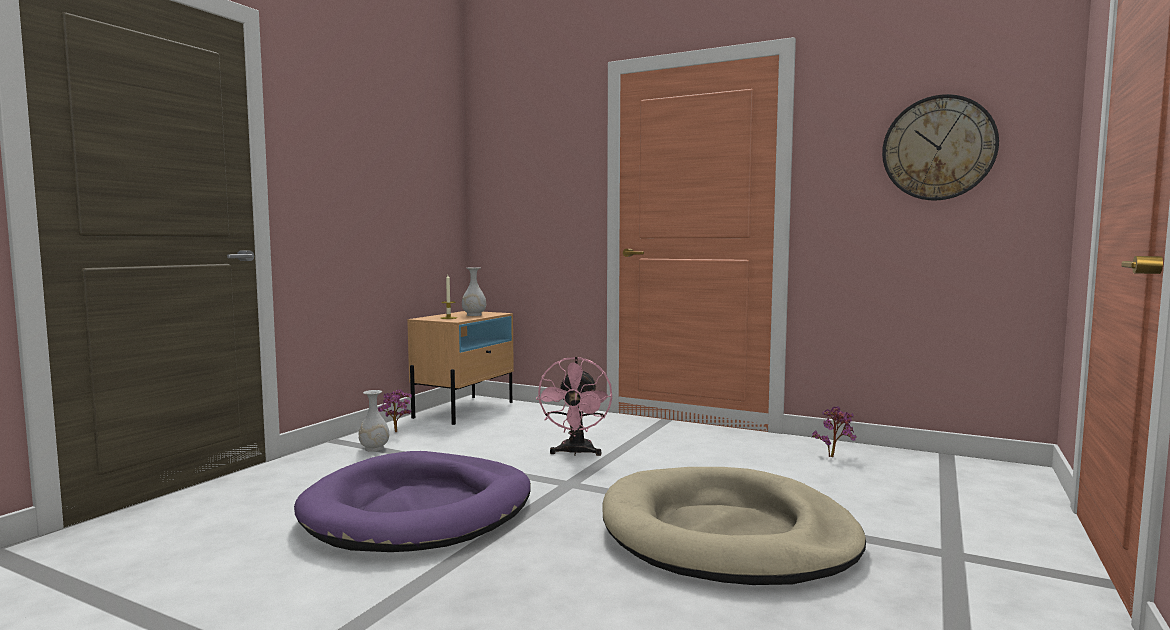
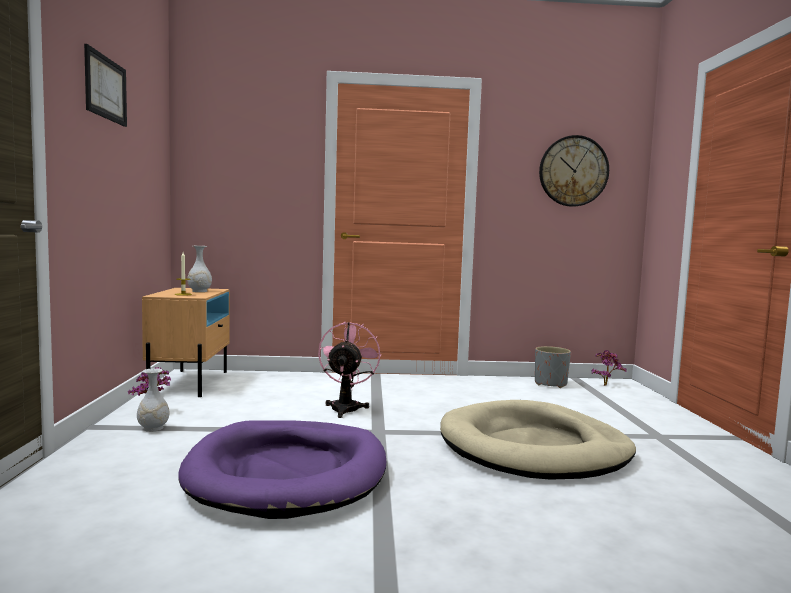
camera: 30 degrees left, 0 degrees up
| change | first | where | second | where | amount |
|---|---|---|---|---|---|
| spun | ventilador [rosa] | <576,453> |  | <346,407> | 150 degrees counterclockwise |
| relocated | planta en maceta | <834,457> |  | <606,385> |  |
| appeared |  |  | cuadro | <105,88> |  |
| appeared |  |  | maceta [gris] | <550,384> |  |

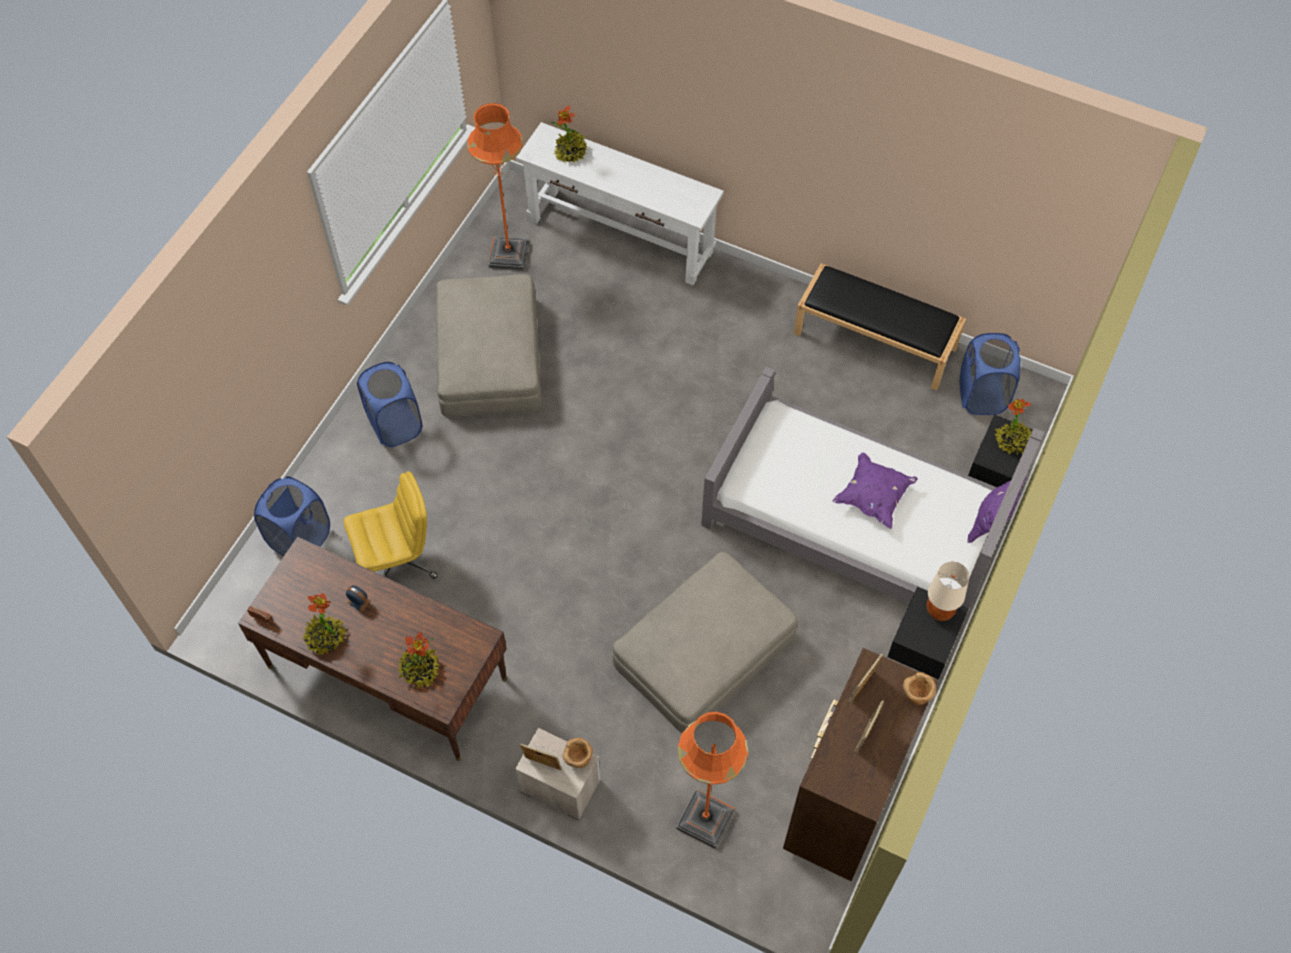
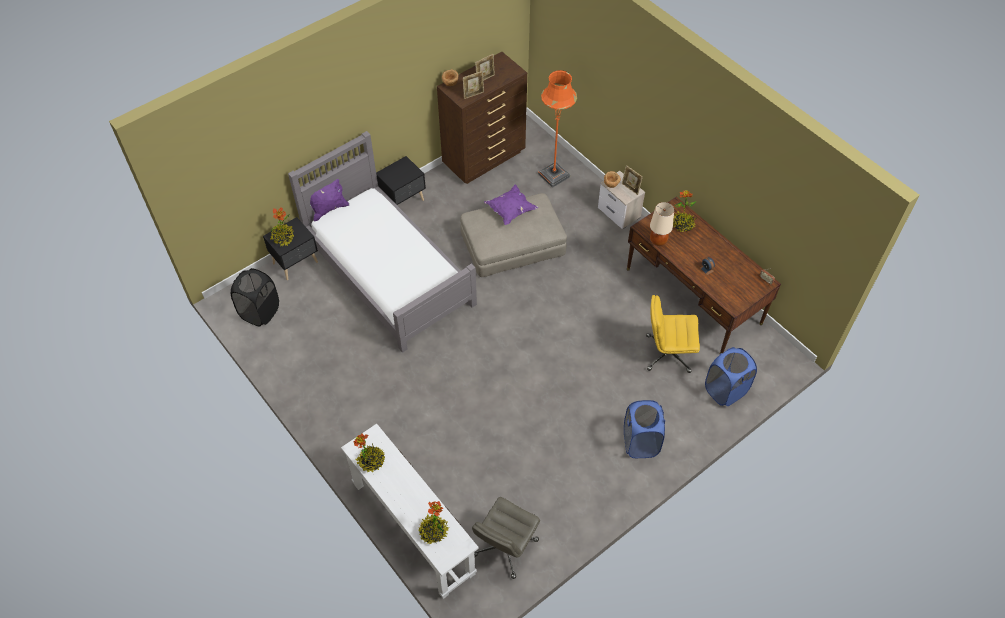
camera: 155 degrees left, 5 degrees down
| change | first | where | second | where | amount |
|---|---|---|---|---|---|
| exchanged | lámpara de pie [naranja] | <509,255> | silla de oficina [gris] | <505,548> |  |
| missing | banco [negro] | <876,340> |  |  |  |
| missing | puf [beis] | <489,356> |  |  |  |
| colour | cesto de la ropa [azul] | <982,395> | cesto de la ropa [negro] | <260,312> |  |
| relocated | cojín [morado] | <873,497> |  | <510,210> |  |
| relocated | lámpara de mesa [beis] | <940,611> |  | <658,241> |  |
| relocated | planta en maceta | <325,638> |  | <371,461> |  |

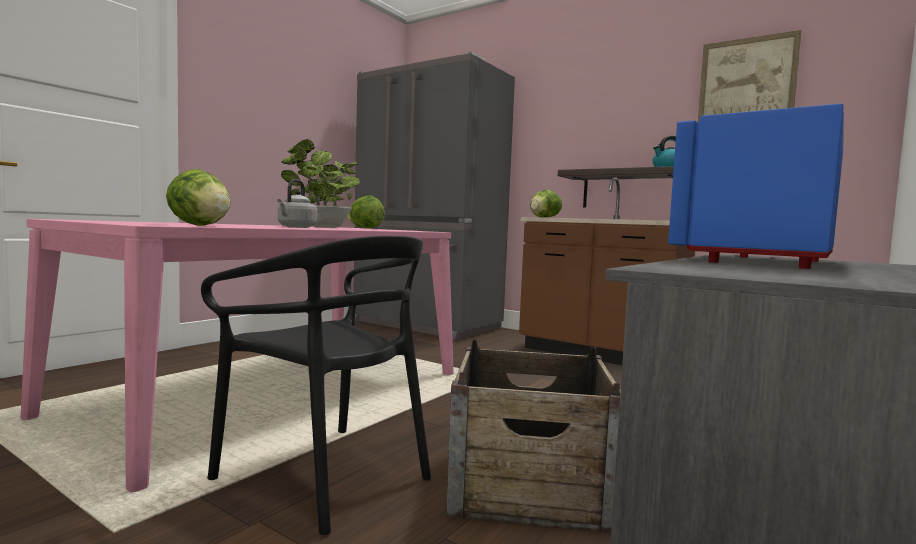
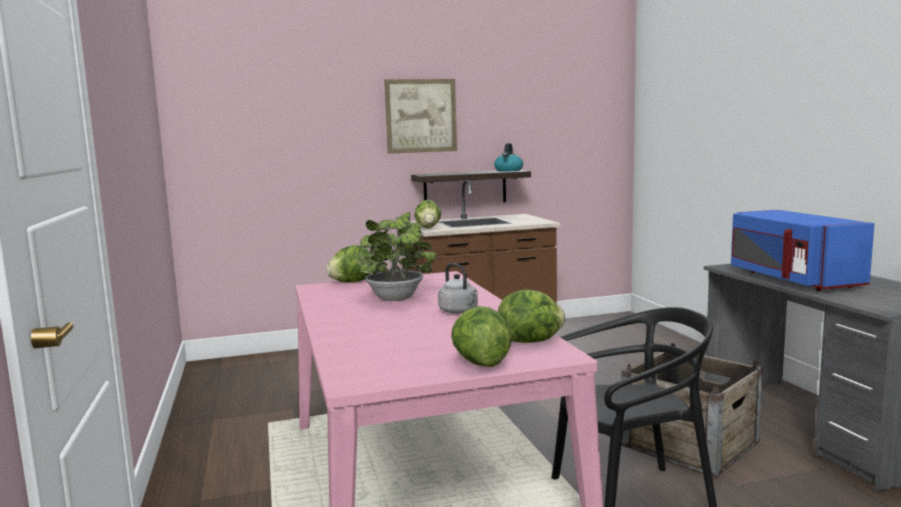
camera: 50 degrees left, 5 degrees up
| change | first | where | second | where | amount |
|---|---|---|---|---|---|
| relocated | cuadro | <746,82> |  | <421,116> |  |
| missing | nevera [gris] | <424,325> |  |  |  |
| appeared |  |  | lechuga | <479,362> |  |

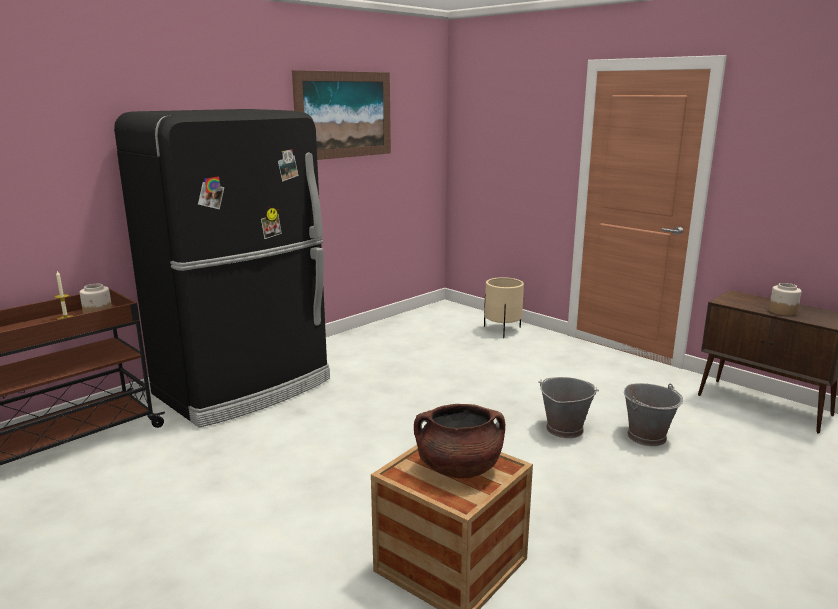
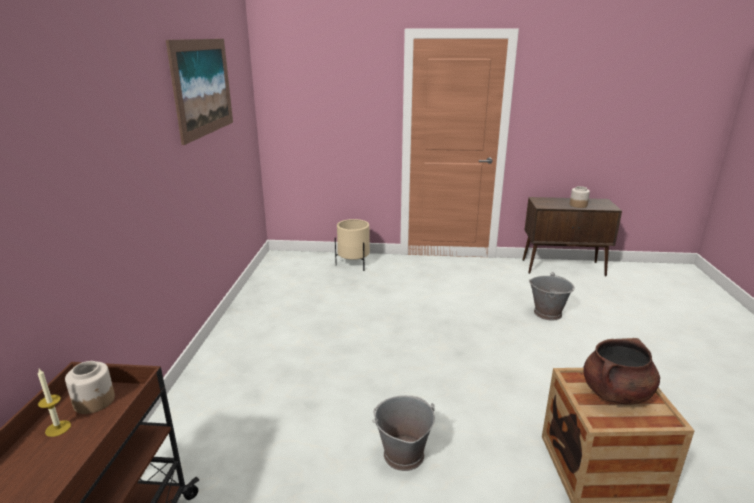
camera: 40 degrees left, 5 degrees up
| change | first | where | second | where | amount |
|---|---|---|---|---|---|
| missing | nevera [negro] | <245,387> |  |  |  |
| relocated | cubo [gris] | <564,429> |  | <403,455> |  |

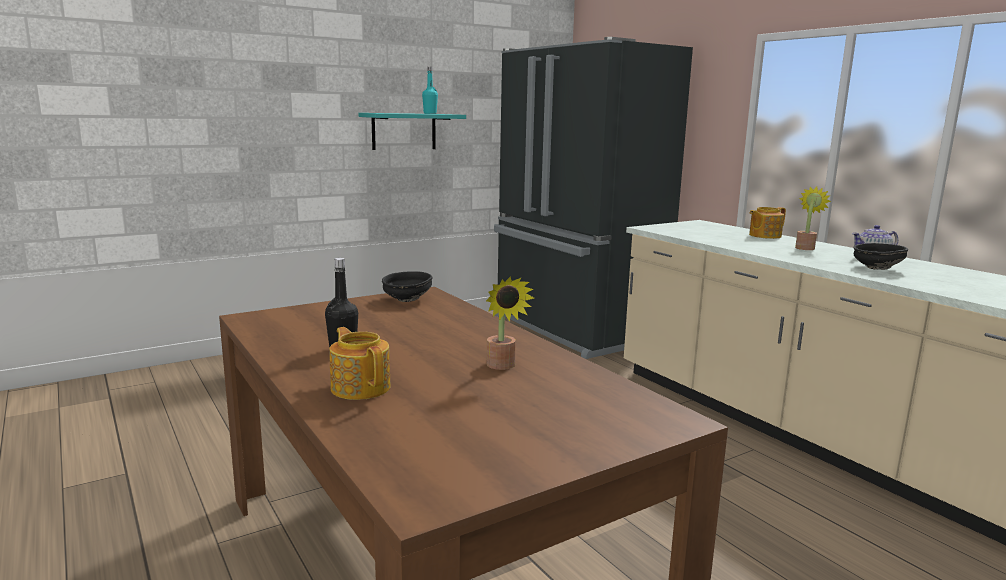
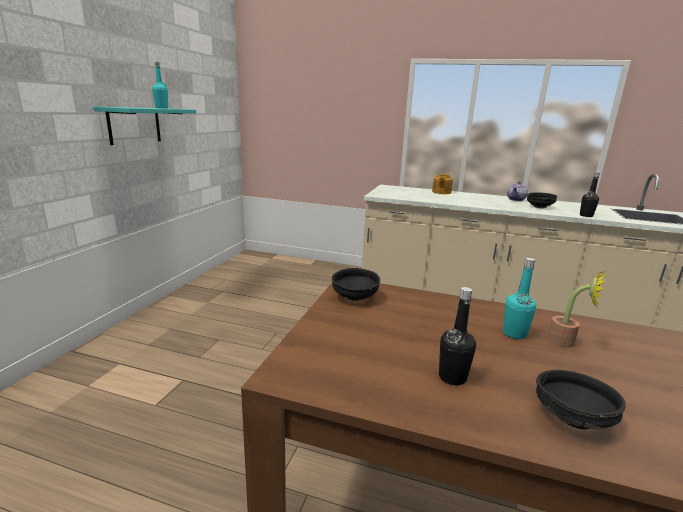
camera: 40 degrees left, 5 degrees up
| change | first | where | second | where | amount |
|---|---|---|---|---|---|
| missing | nevera [negro] | <574,329> |  |  |  |
| missing | planta en maceta | <805,247> |  |  |  |
| exchanged | tetera | <361,387> | cuenco [negro] | <571,417> |  |
| appeared |  |  | botella [negro] | <586,215> |  |
| appeared |  |  | botella [turquesa] | <514,333> |  |

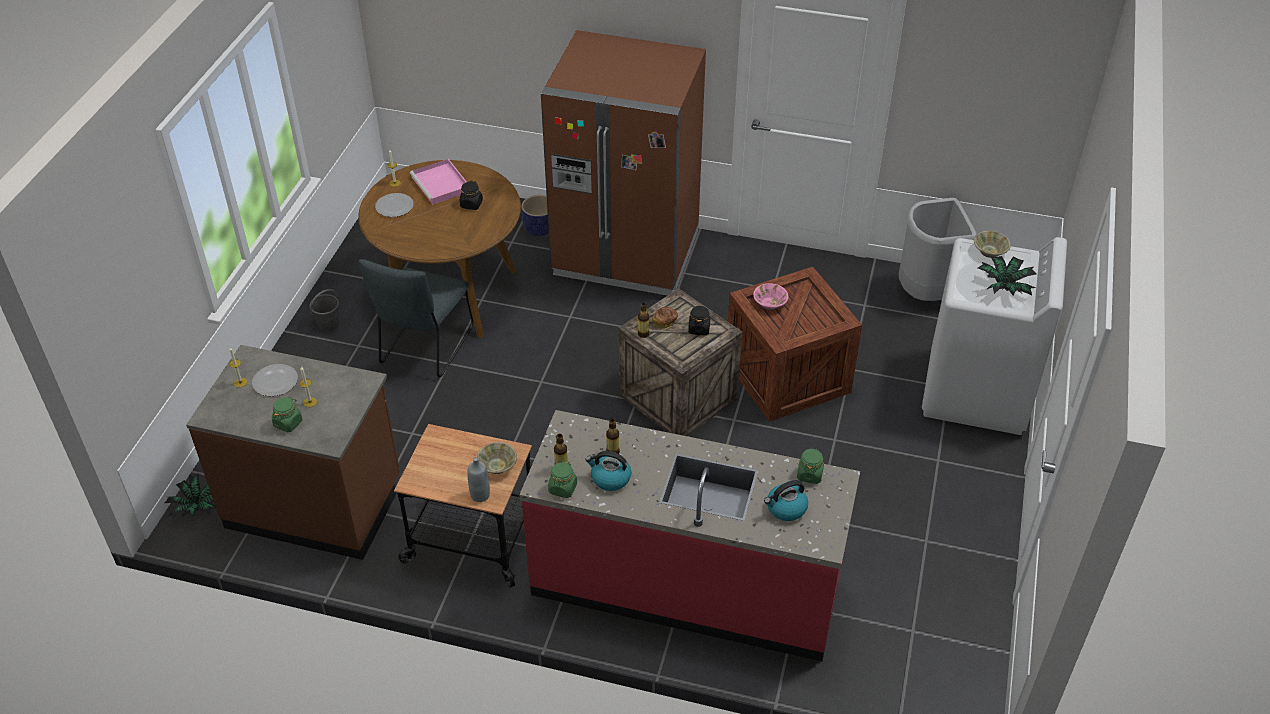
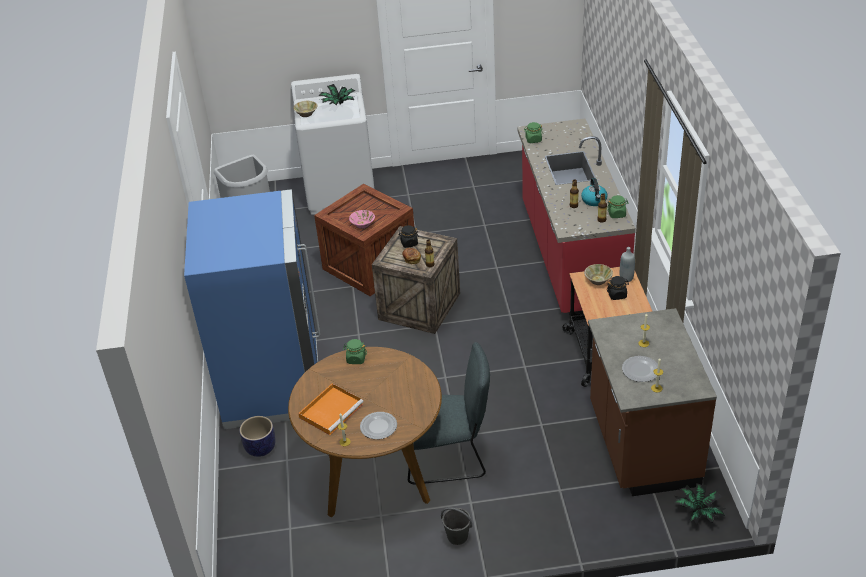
camera: 110 degrees left, 5 degrees down
| change | first | where | second | where | amount |
|---|---|---|---|---|---|
| colour | nevera [marrón] | <626,254> | nevera [azul] | <272,383> |  |
| colour | bandeja [rosa] | <441,184> | bandeja [naranja] | <331,410> |  |
| relocated | tarro [negro] | <471,204> |  | <617,295> |  |
| relocated | tarro [verde] | <288,423> |  | <356,359> |  |
| missing | hervidor | <785,508> |  |  |  |

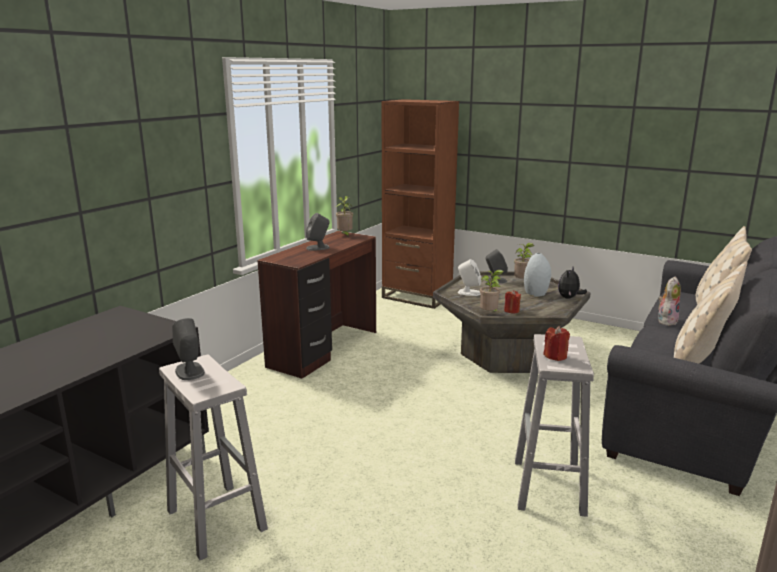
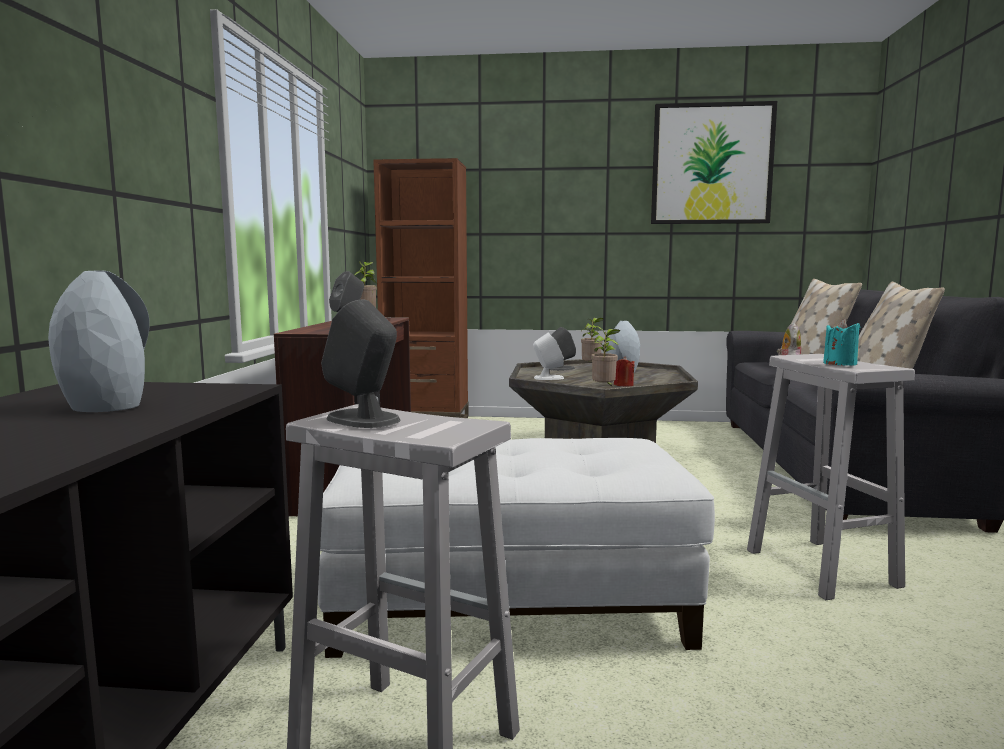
camera: 25 degrees left, 10 degrees down
| change | first | where | second | where | amount |
|---|---|---|---|---|---|
| missing | peluche | <569,298> |  |  |  |
| colour | vela [rojo] | <555,356> | vela [turquesa] | <840,364> |  |
| appeared |  |  | cuadro | <711,164> |  |
| appeared |  |  | florero [gris] | <107,406> |  |
| appeared |  |  | puf [blanco] | <510,601> |  |

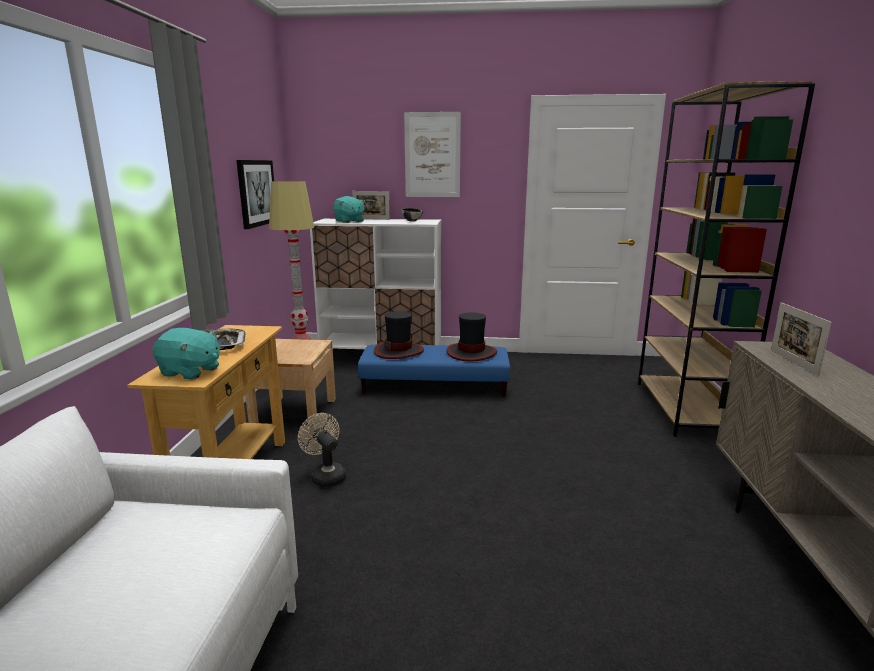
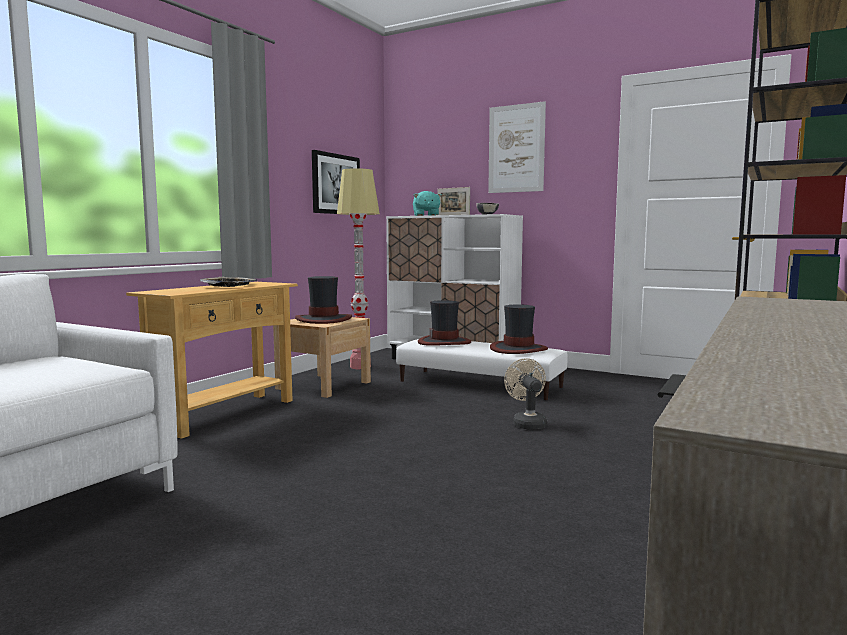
camera: 25 degrees right, 10 degrees down
| change | first | where | second | where | amount |
|---|---|---|---|---|---|
| missing | portarretratos | <793,362> |  |  |  |
| missing | peluche [turquesa] | <190,372> |  |  |  |
| colour | puf [azul] | <435,385> | puf [blanco] | <480,384> |  |
| relocated | ventilador [beis] | <325,476> |  | <527,423> |  |
| appeared |  |  | sombrero | <323,319> |  |

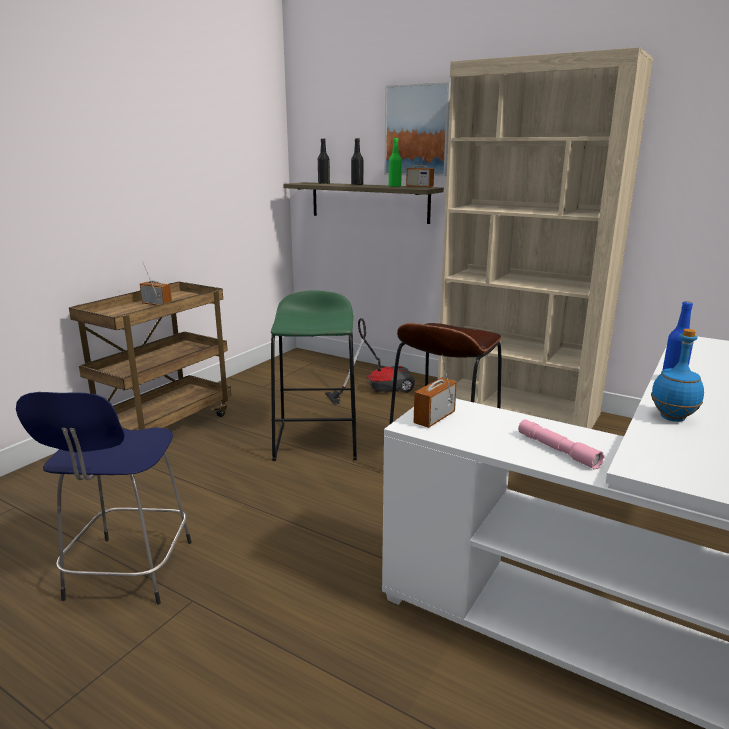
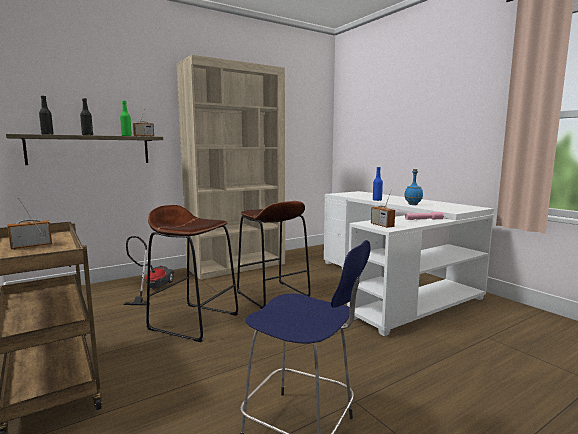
camera: 65 degrees left, 10 degrees down
| change | first | where | second | where | amount |
|---|---|---|---|---|---|
| missing | cuadro | <417,130> |  |  |  |
| colour | taburete [verde] | <317,441> | taburete [marrón] | <194,321> |  |

